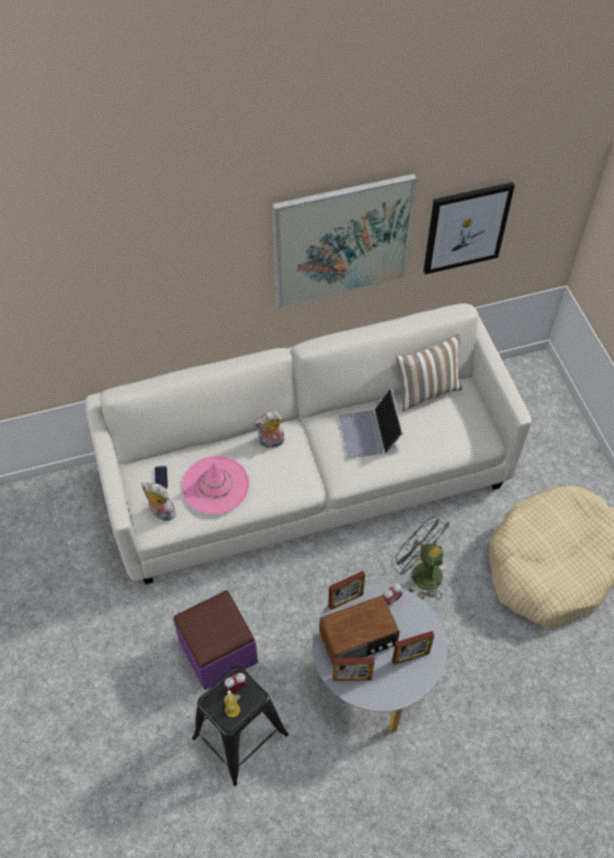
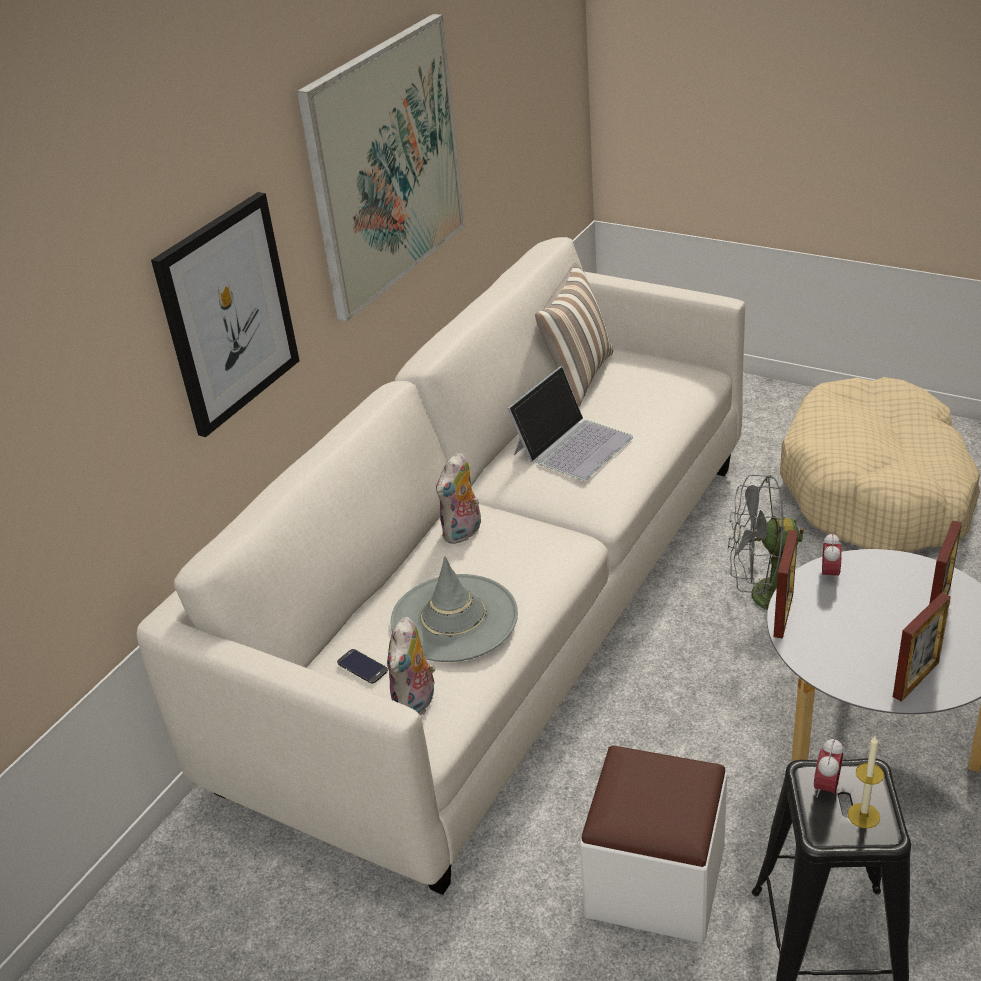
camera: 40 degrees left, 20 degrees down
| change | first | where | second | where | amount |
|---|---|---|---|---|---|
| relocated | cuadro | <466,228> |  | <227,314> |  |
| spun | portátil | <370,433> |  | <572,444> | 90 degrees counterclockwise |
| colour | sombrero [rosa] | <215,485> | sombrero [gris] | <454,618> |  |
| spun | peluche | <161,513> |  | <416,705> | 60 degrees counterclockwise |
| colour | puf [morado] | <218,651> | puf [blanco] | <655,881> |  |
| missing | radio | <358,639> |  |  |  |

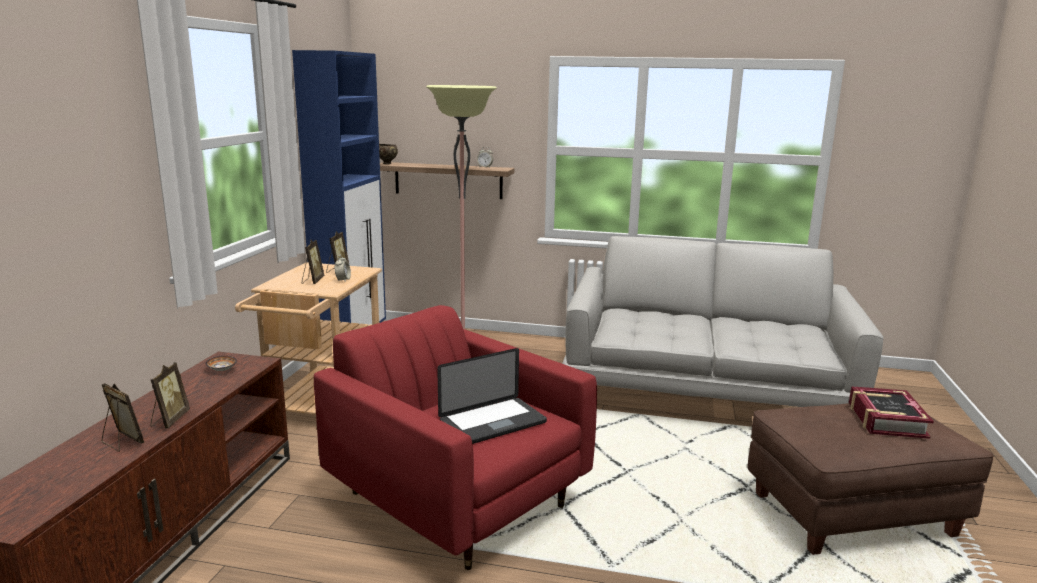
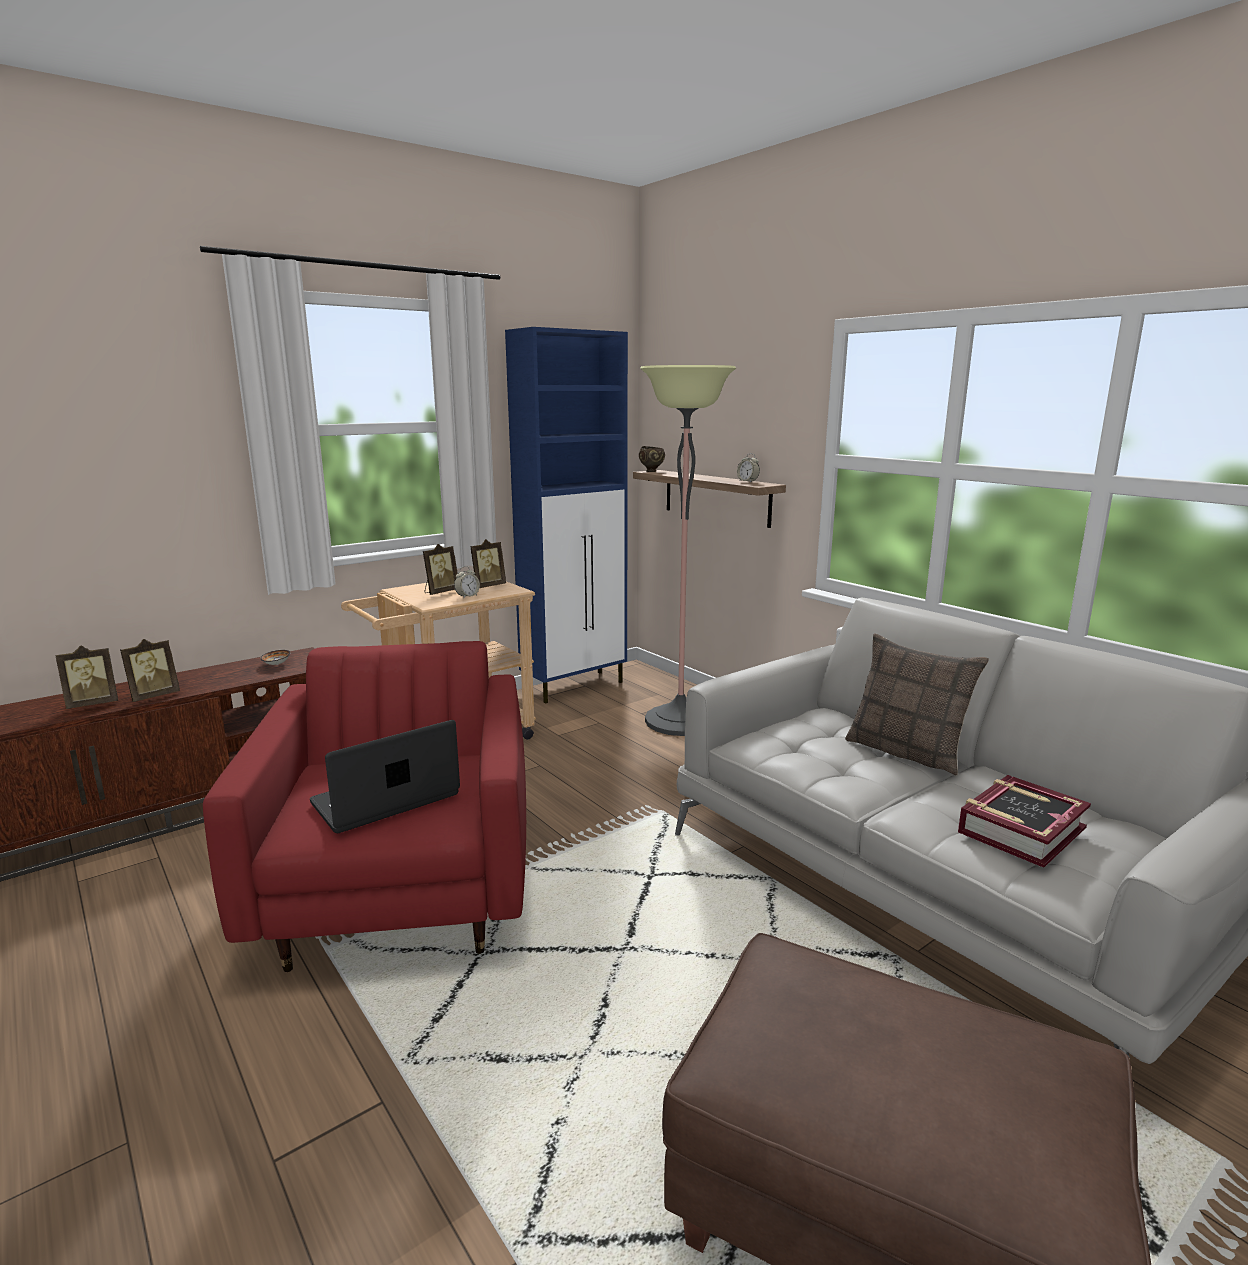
camera: 40 degrees right, 0 degrees up
| change | first | where | second | where | amount |
|---|---|---|---|---|---|
| spun | portátil | <492,422> |  | <386,799> | 135 degrees clockwise |
| spun | portarretratos | <121,442> |  | <93,704> | 75 degrees clockwise |
| relocated | libro | <886,419> |  | <1020,830> |  |
| appeared |  |  | cojín | <907,751> |  |

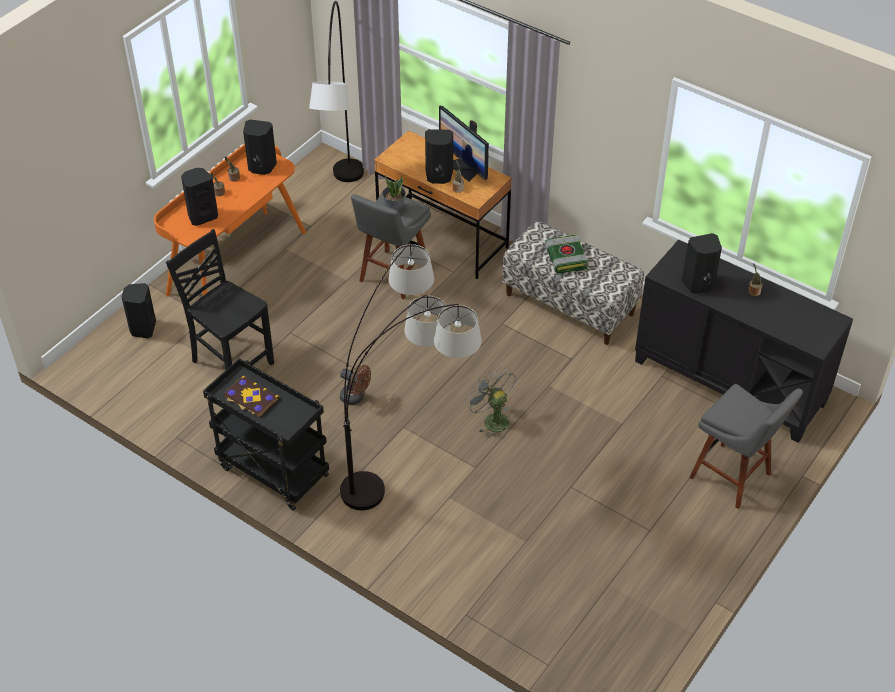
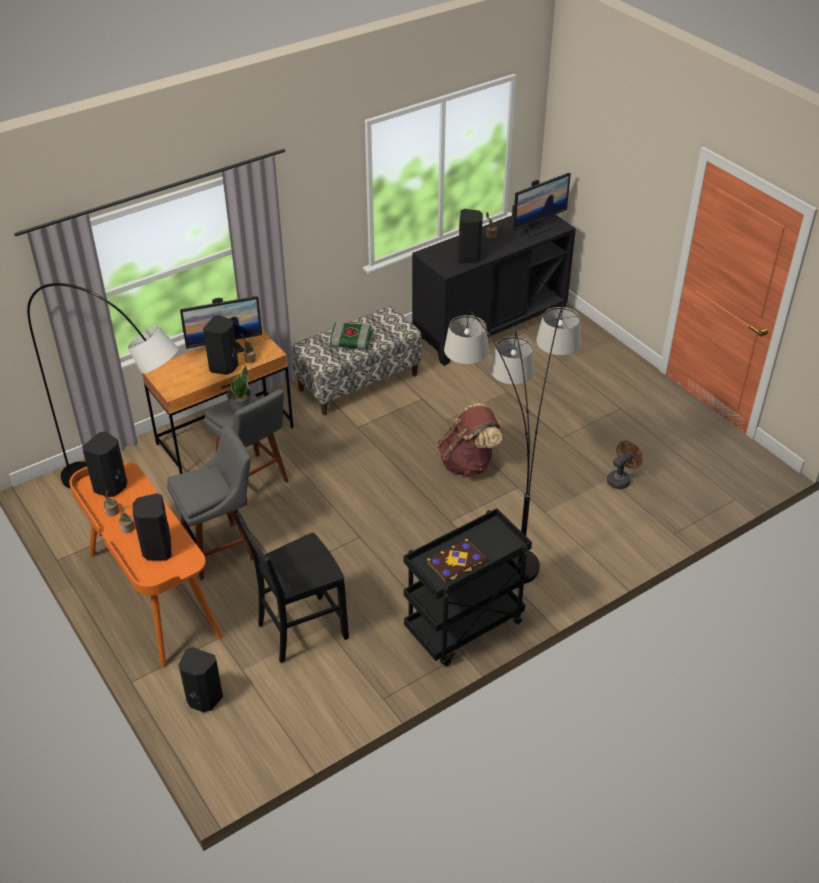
camera: 70 degrees left, 5 degrees down
| change | first | where | second | where | amount |
|---|---|---|---|---|---|
| relocated | ventilador [marrón] | <355,398> |  | <621,479> |  |
| exchanged | ventilador [gris] | <491,420> | mochila [marrón] | <468,463> |  |
| relocated | taburete [gris] | <733,478> |  | <221,549> |  |
| appeared |  |  | monitor | <537,228> |  |

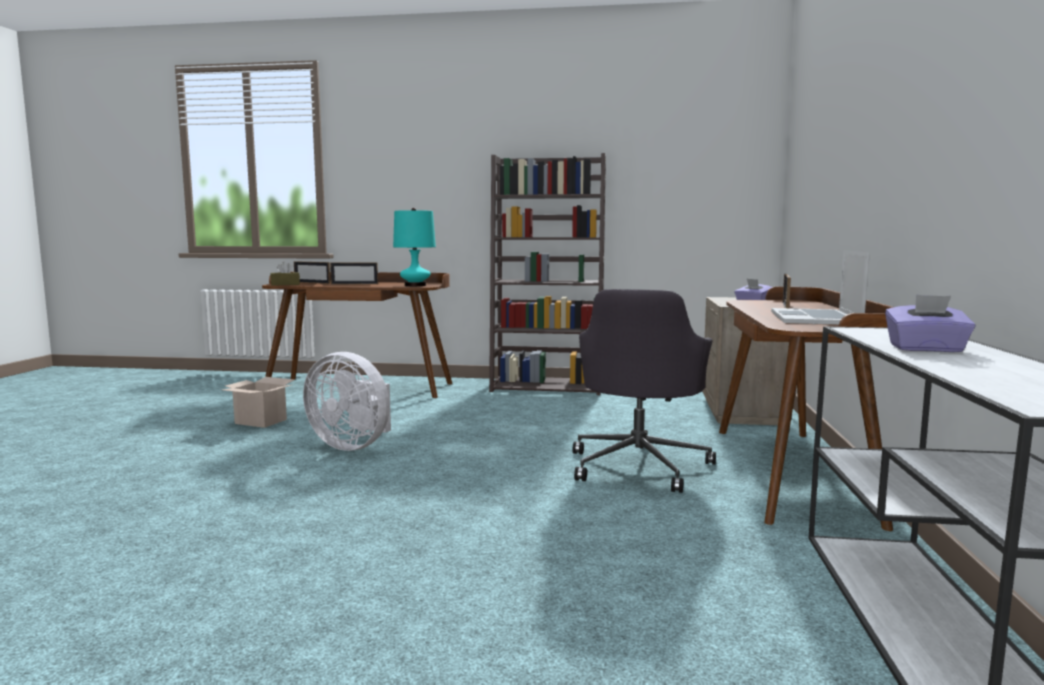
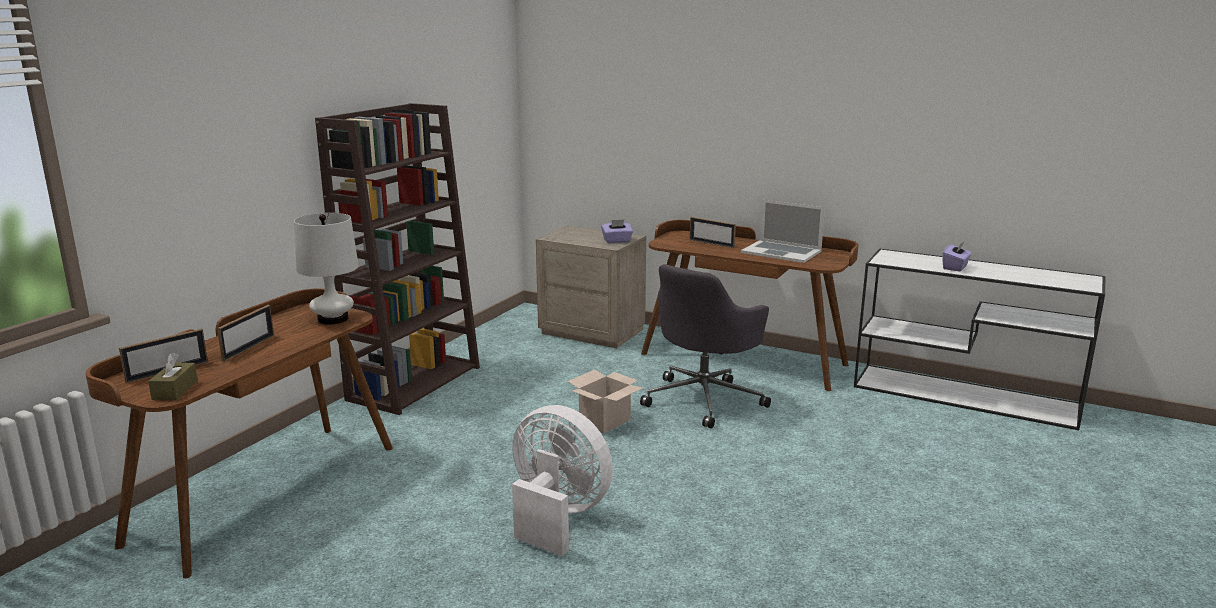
camera: 70 degrees left, 10 degrees up
| change | first | where | second | where | amount |
|---|---|---|---|---|---|
| colour | lámpara de mesa [turquesa] | <415,285> | lámpara de mesa [blanco] | <333,319> |  |
| spun | silla de oficina [gris] | <639,465> |  | <704,399> | 90 degrees clockwise |
| spun | ventilador [blanco] | <353,445> |  | <557,516> | 105 degrees counterclockwise |
| relocated | caja de cartón | <259,421> |  | <604,422> |  |

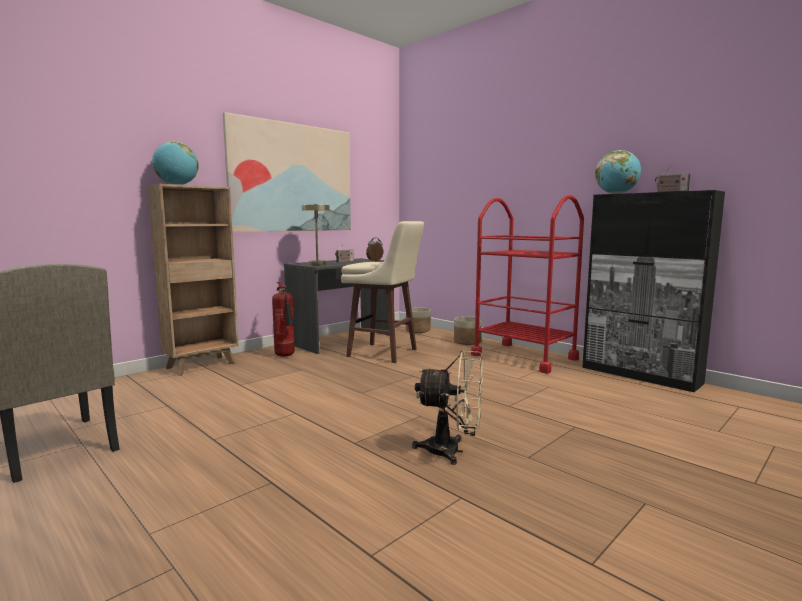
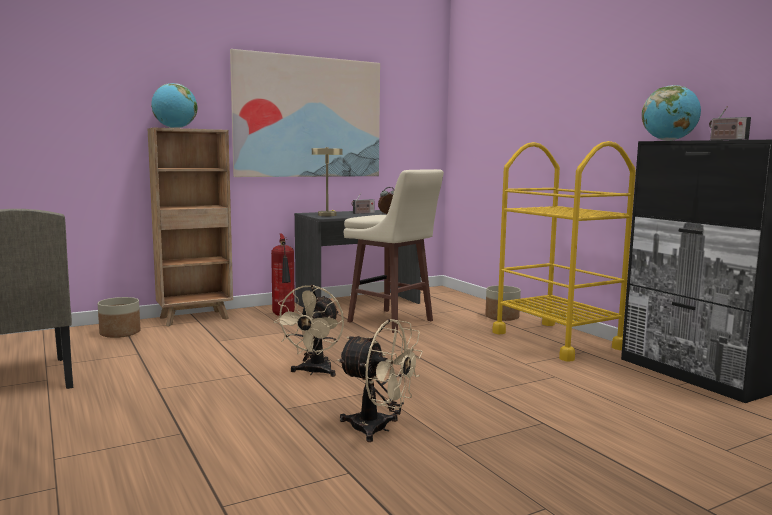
camera: 15 degrees right, 0 degrees up
| change | first | where | second | where | amount |
|---|---|---|---|---|---|
| colour | carrito [rojo] | <524,357> | carrito [amarillo] | <557,340> |  |
| relocated | maceta | <417,330> |  | <120,333> |  |
| appeared |  |  | ventilador [beis] | <314,372> |  |

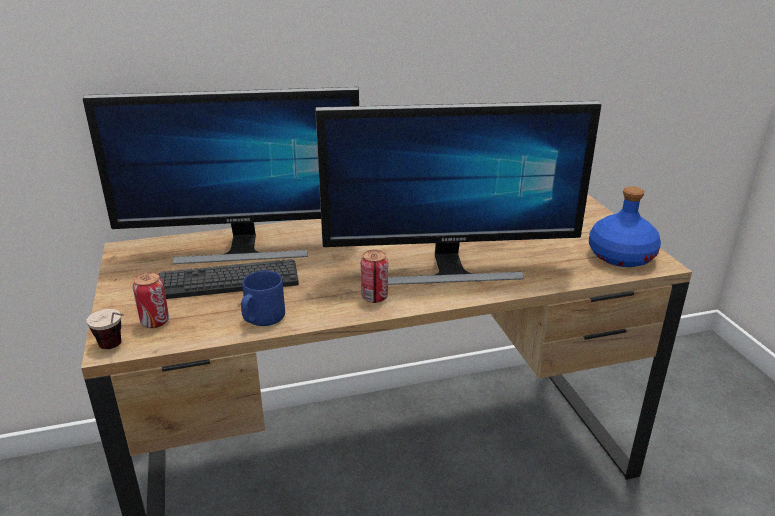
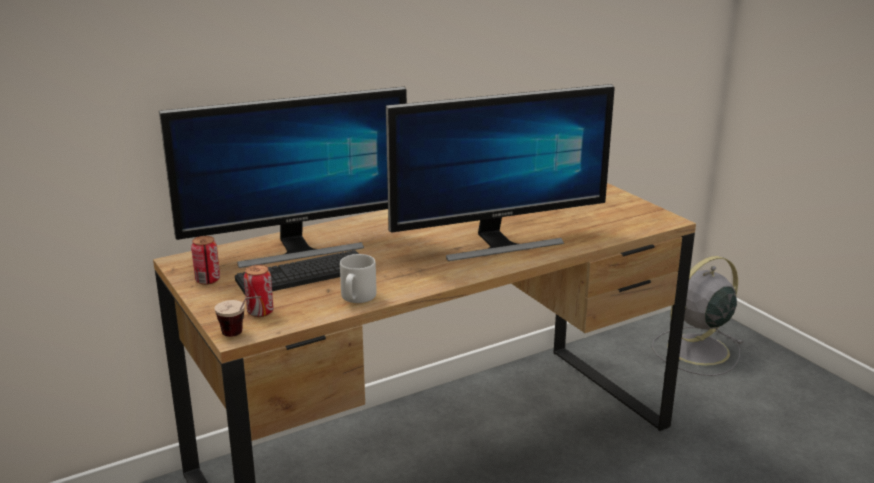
camera: 15 degrees left, 5 degrees down
| change | first | where | second | where | amount |
|---|---|---|---|---|---|
| missing | botella [azul] | <620,256> |  |  |  |
| relocated | lata | <374,297> |  | <207,280> |  |
| colour | taza grande [azul] | <262,318> | taza grande [gris] | <357,298> |  |
| appeared |  |  | ventilador [gris] | <696,351> |  |

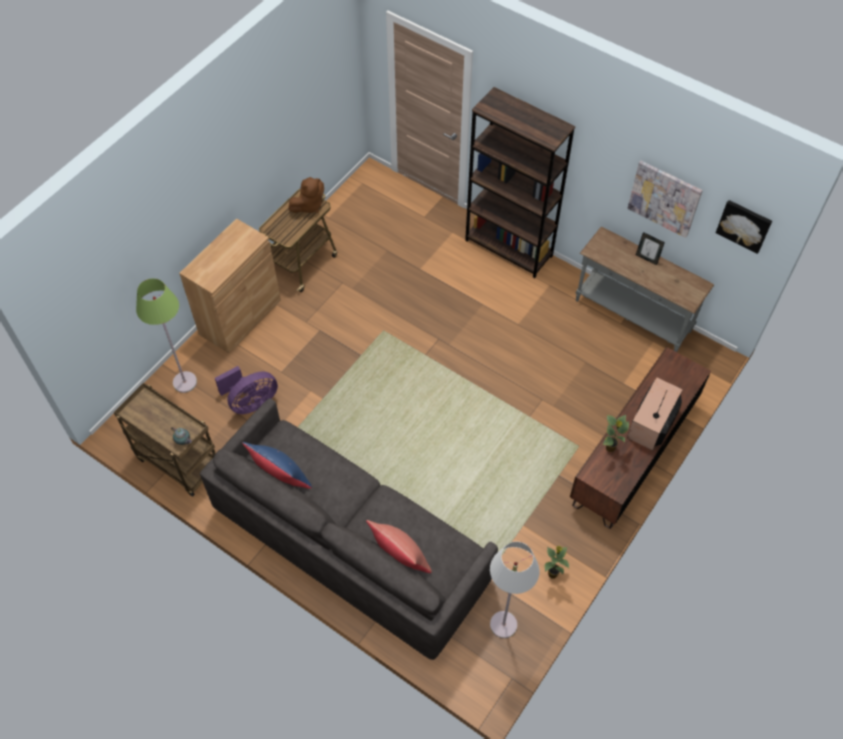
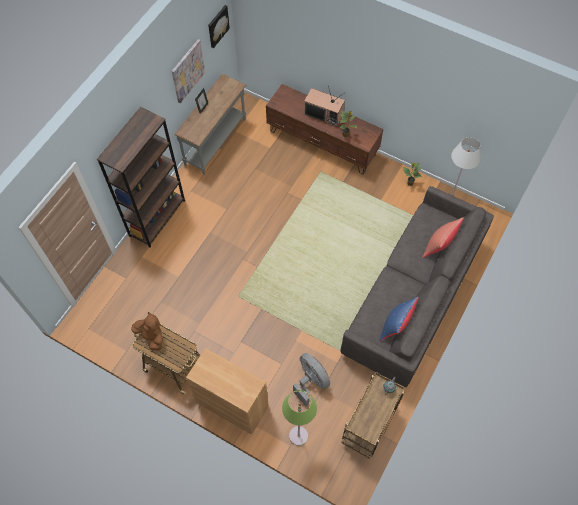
camera: 95 degrees left, 5 degrees up
| change | first | where | second | where | amount |
|---|---|---|---|---|---|
| colour | ventilador [morado] | <251,402> | ventilador [gris] | <311,381> |  |

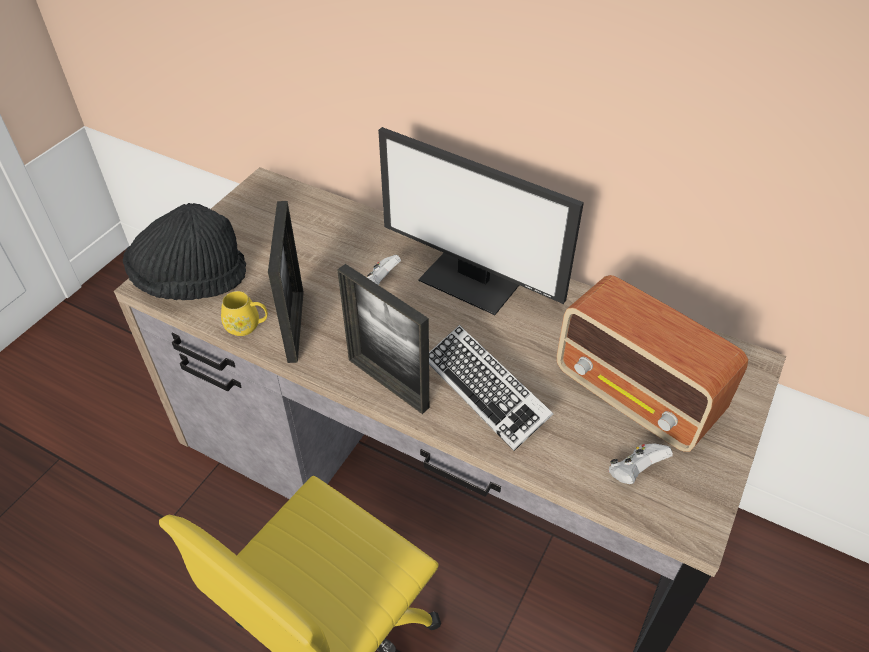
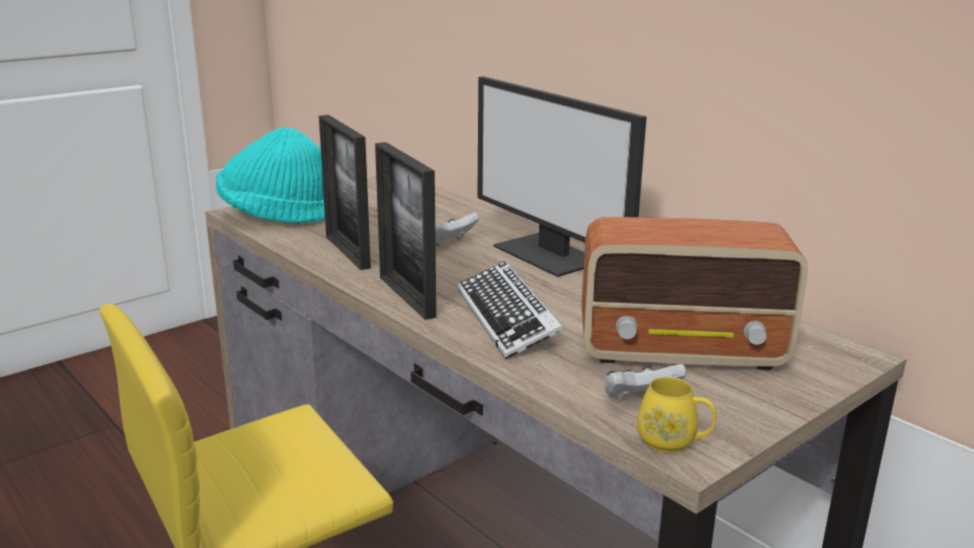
camera: 20 degrees right, 25 degrees down
| change | first | where | second | where | amount |
|---|---|---|---|---|---|
| spun | portarretratos | <295,326> |  | <347,252> | 135 degrees clockwise |
| colour | sombrero [negro] | <191,280> | sombrero [turquesa] | <276,215> |  |
| spun | radio | <636,396> |  | <683,351> | 60 degrees counterclockwise |
| relocated | taza grande [amarillo] | <247,326> |  | <673,442> |  |

